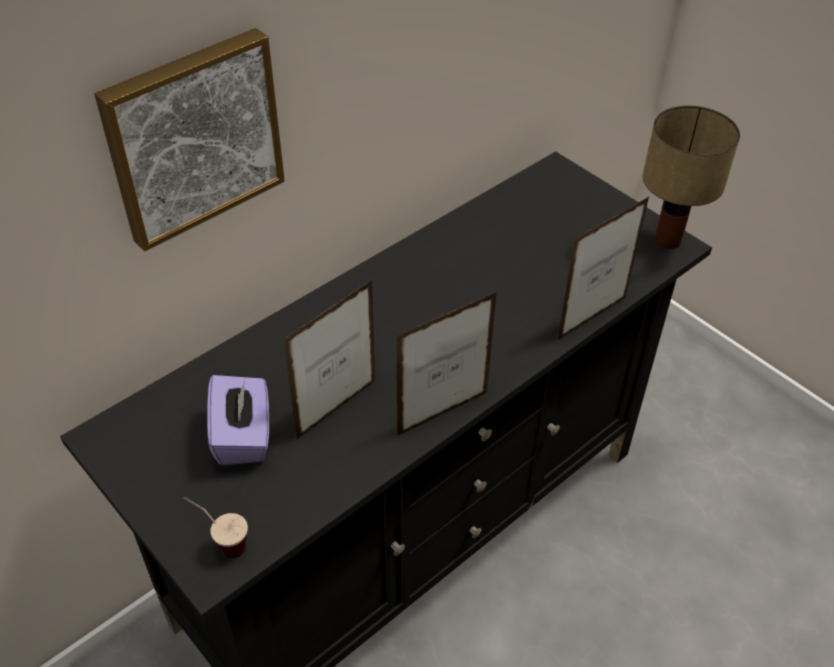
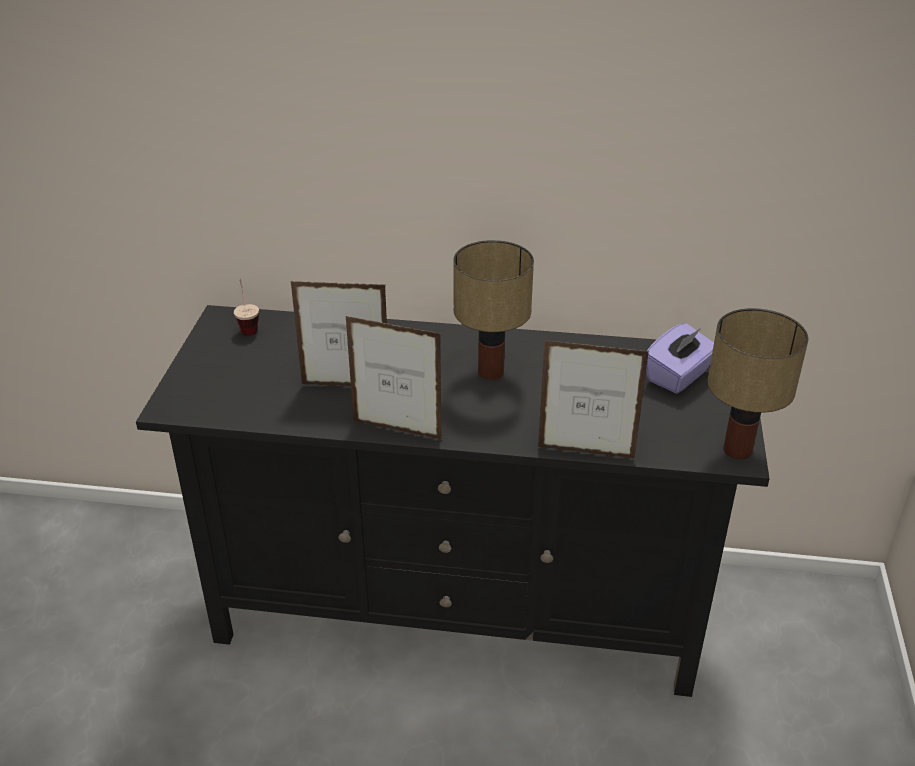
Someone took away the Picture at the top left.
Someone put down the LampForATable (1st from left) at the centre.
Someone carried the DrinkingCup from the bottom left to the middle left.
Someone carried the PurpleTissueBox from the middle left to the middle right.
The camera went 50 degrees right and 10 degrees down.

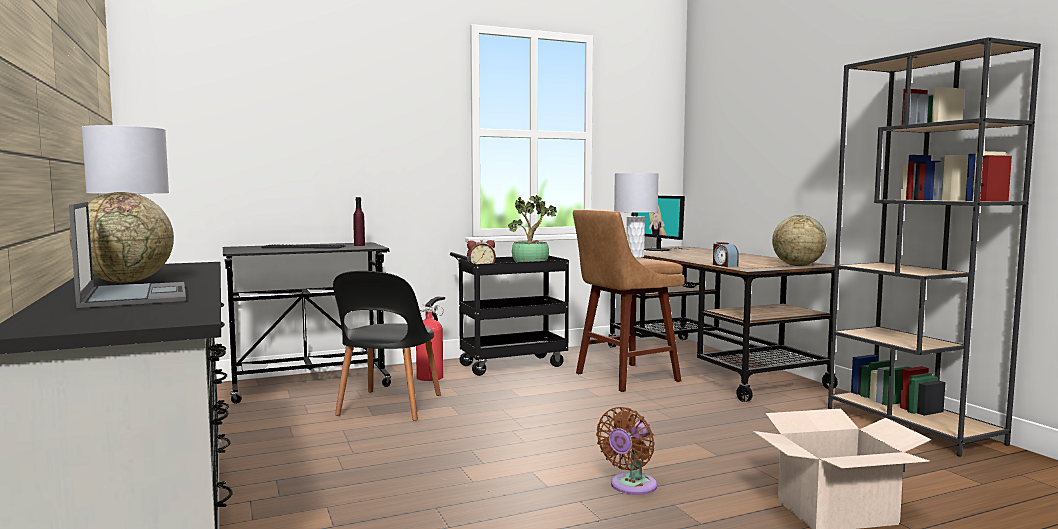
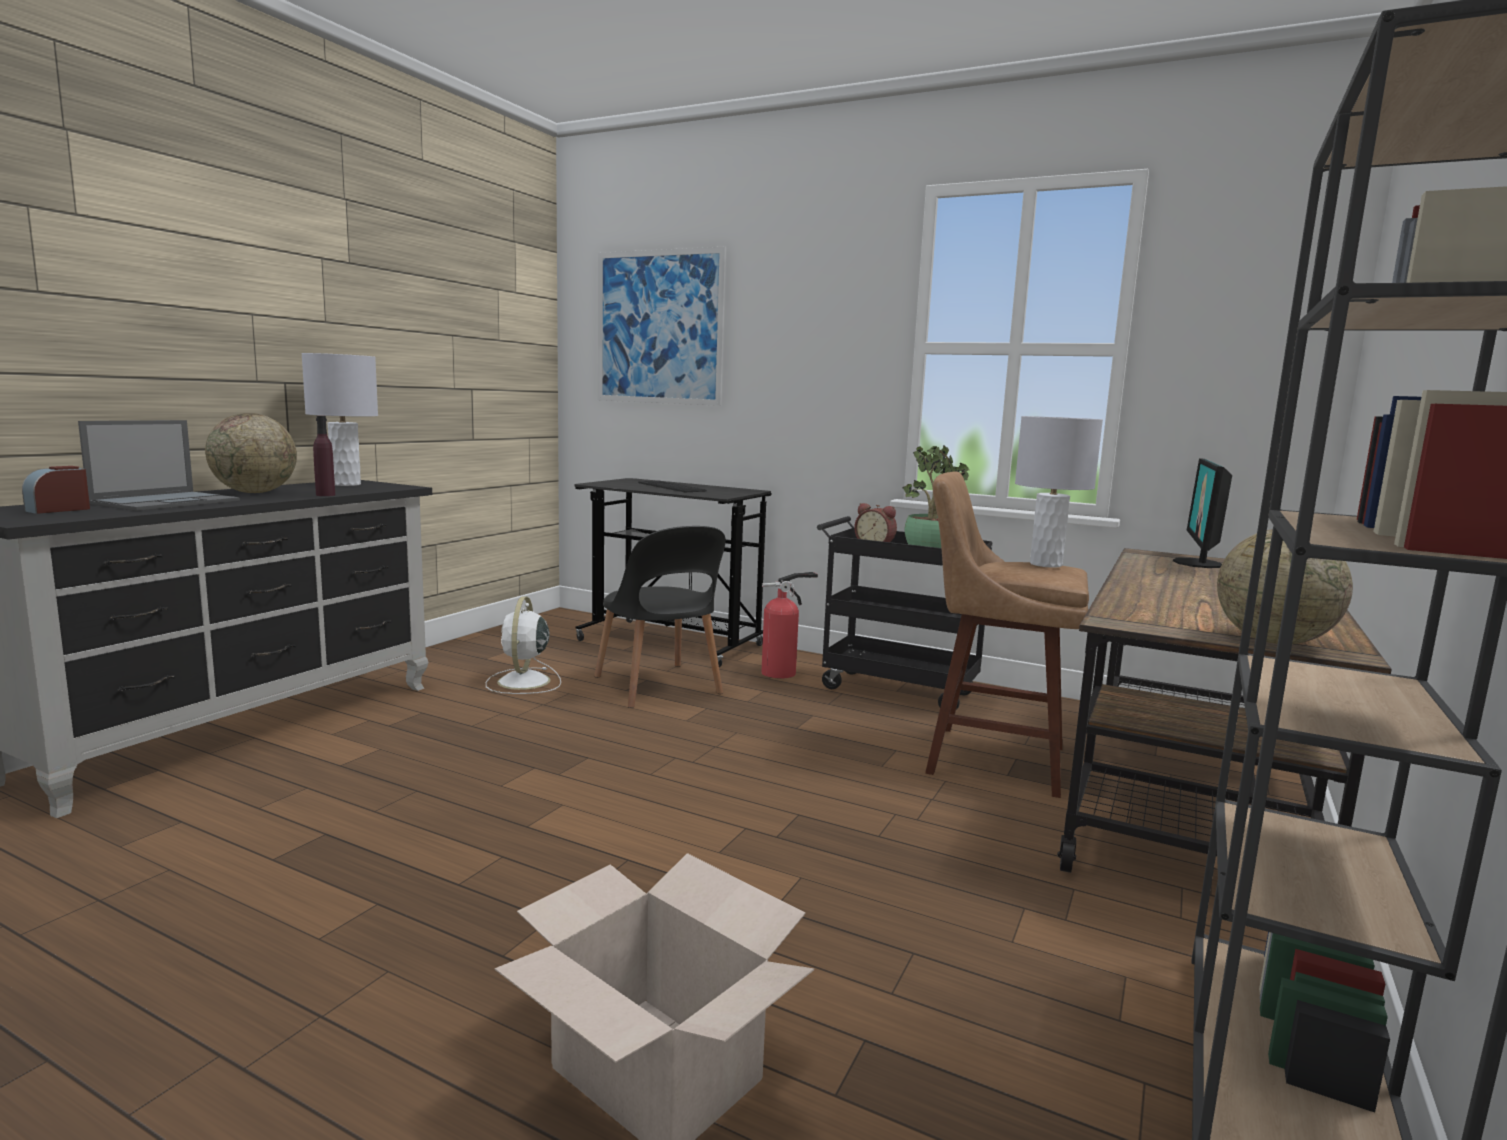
Someone took away the BrownFan at the bottom centre.
Someone put down the WhiteFan at the centre.
Someone put up the Picture at the top centre.
Someone carried the PurpleBeverageBottle from the centre to the middle left.
Someone carried the TableClock (2nd from left in the first image) from the middle right to the middle left.
Someone rotated the BlackUprightChair at the centre by 90 degrees counterclockwise.
The camera went 50 degrees right and 5 degrees up.

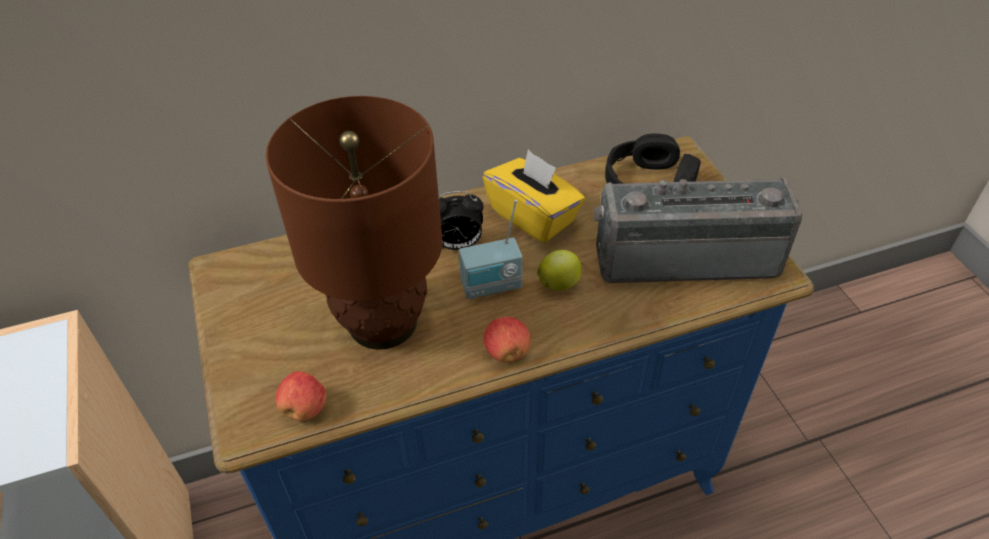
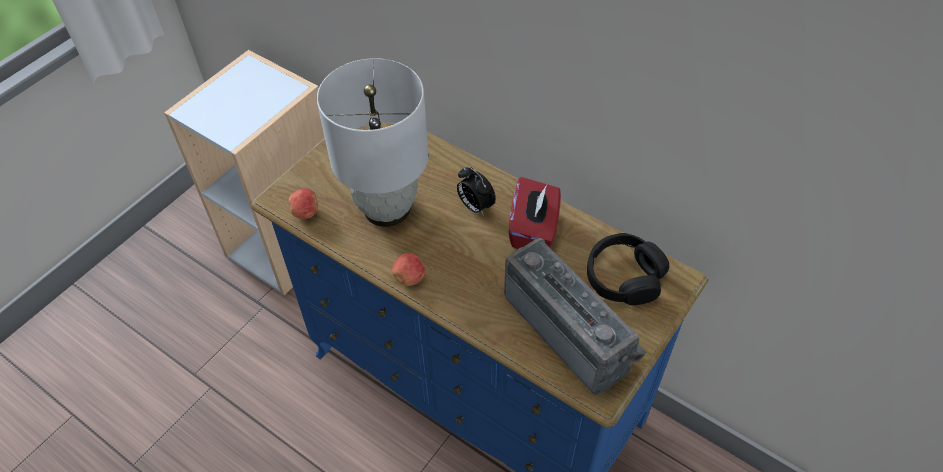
Someone took away the Radio (1st from left) at the centre.
Someone took away the AppleFruit (3rd from left) at the centre.
Someone repainted the BrownLampForATable at the centre, which became the WhiteLampForATable at the top centre.
Someone repainted the YellowTissueBox at the centre, which became the RedColouredTissueBox at the centre.
The camera went 55 degrees right and 5 degrees up.

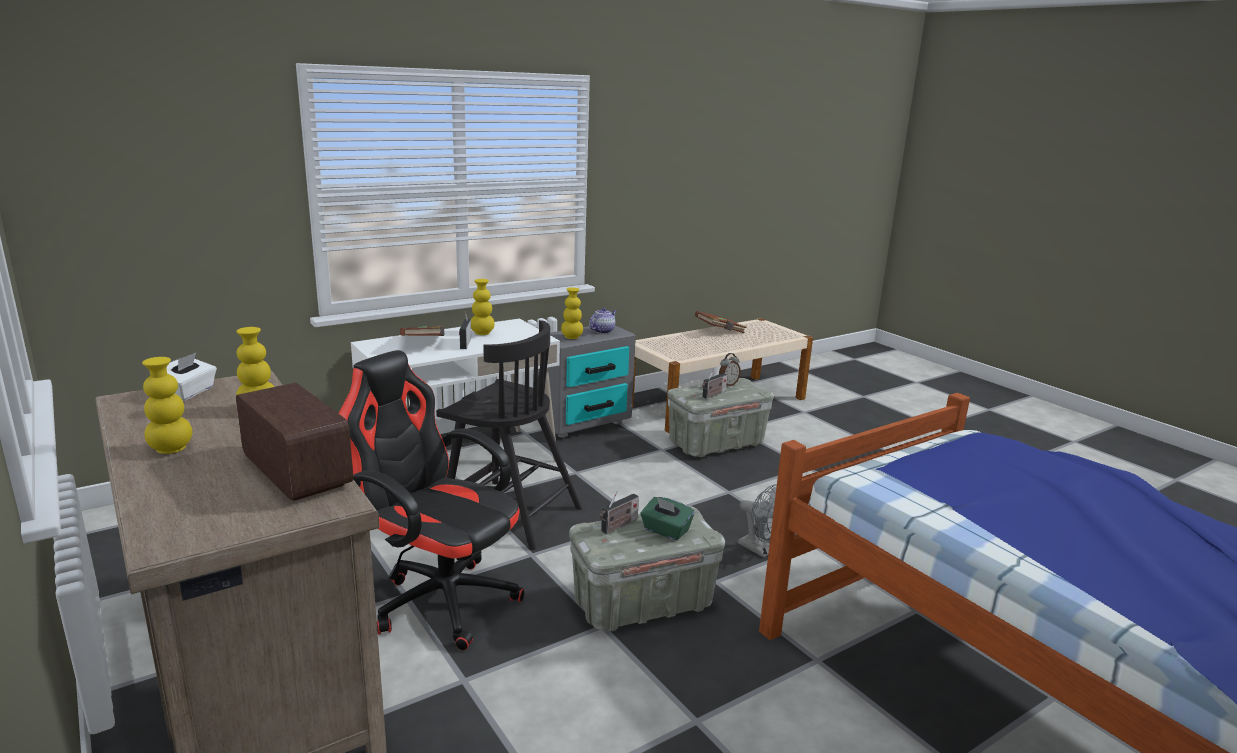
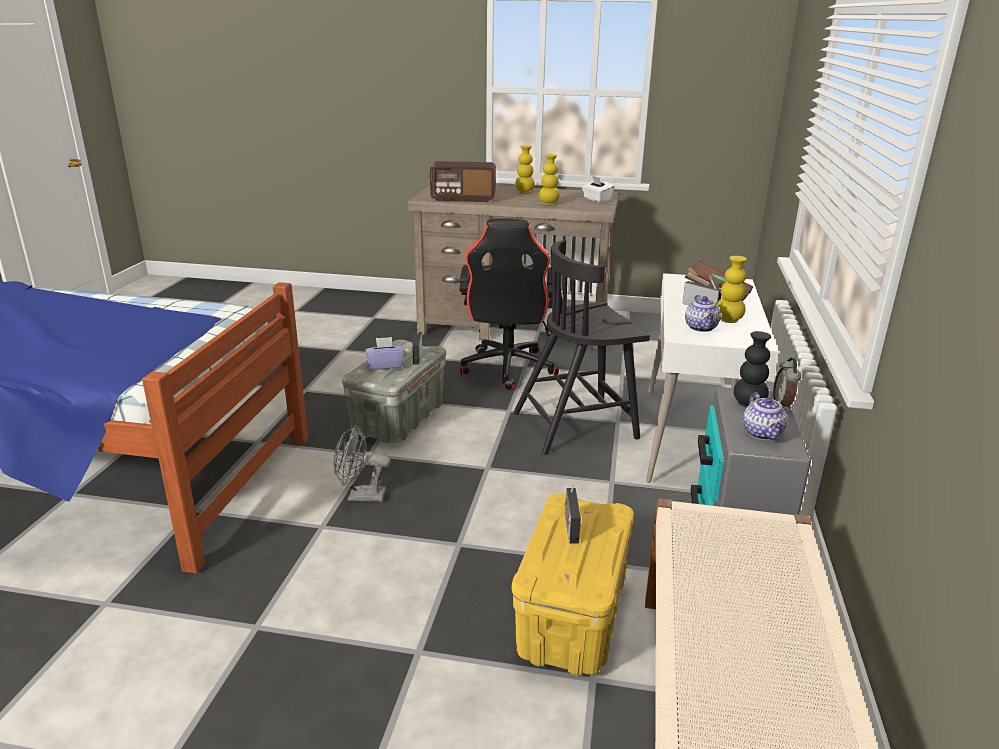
Someone took away the BrownBoundBook (2nd from left) at the centre.
Someone put down the PotForTea (1st from left) at the middle right.
Someone carried the TableClock from the centre to the middle right.
Someone repainted the YellowVase (4th from left) at the centre, which became the BlackVase at the middle right.
Someone repainted the GreenTissueBox at the bottom centre, which became the PurpleTissueBox at the centre.
Someone repainted the GreyishStorageContainer (2nd from left) at the centre, which became the YellowStorageContainer at the bottom centre.
Someone rotated the BlackOfficeChair at the centre by 105 degrees clockwise.
The camera went 135 degrees right and 5 degrees up.

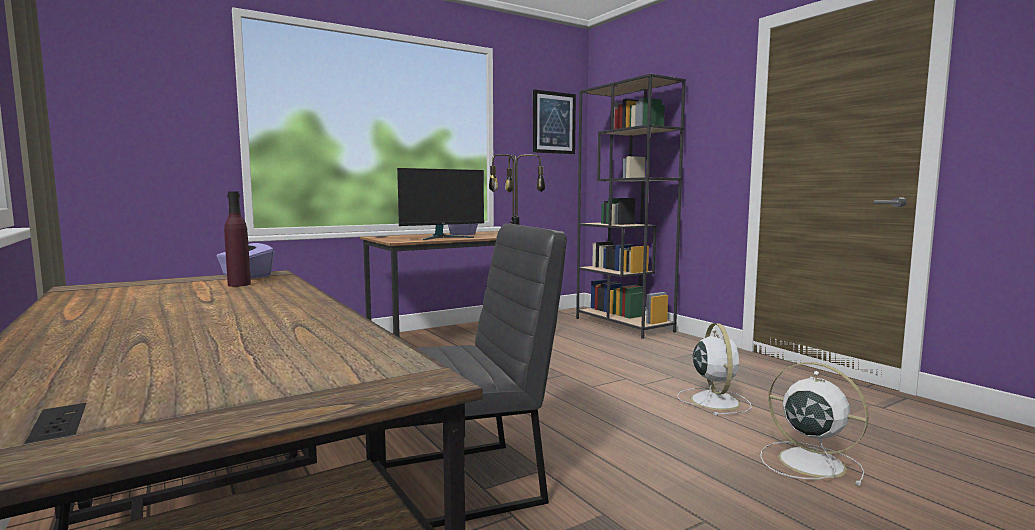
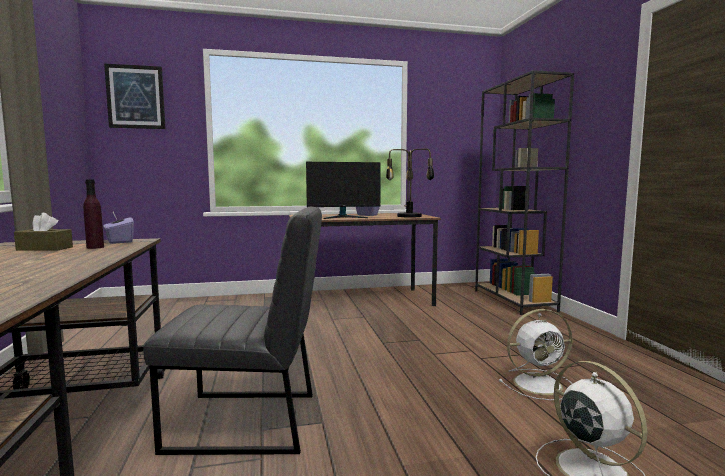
Someone put down the BrownTissueBox at the middle left.
Someone carried the Picture from the top centre to the top left.
Someone rotated the WhiteFan (1st from left) at the bottom right by 60 degrees clockwise.
The camera went 20 degrees right and 0 degrees up.

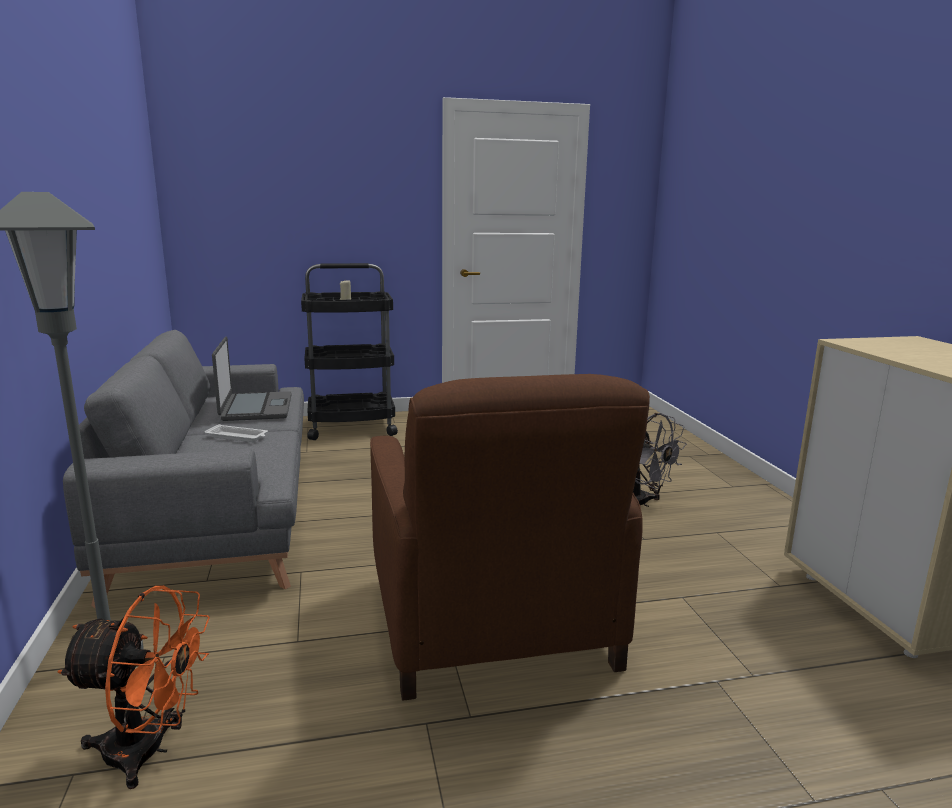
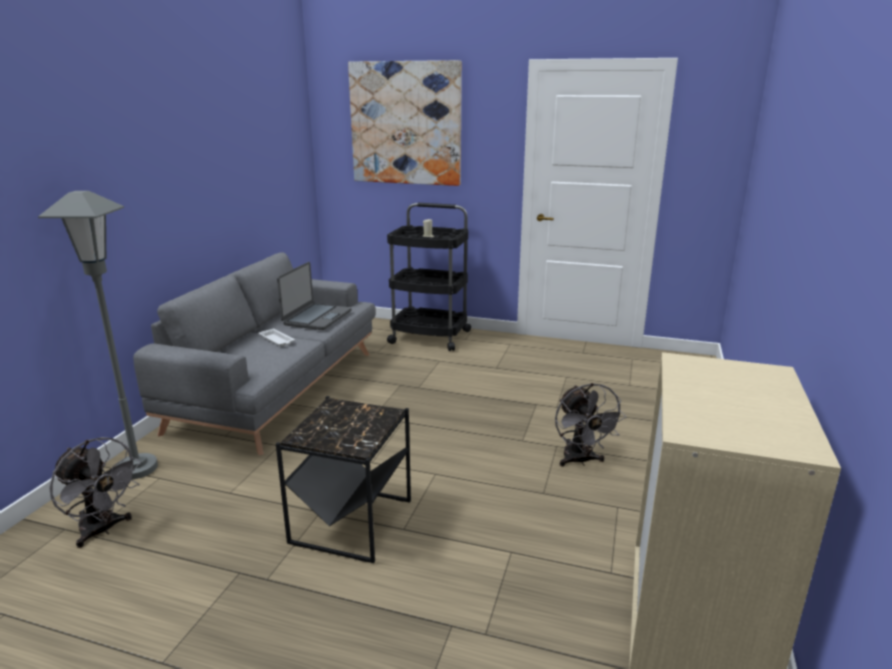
Someone put up the Picture at the top centre.
Someone swapped the BrownLoungeChair at the centre for the BlackEndTable at the bottom centre.
Someone repainted the OrangeyFan at the bottom left, which became the GreyishFan (1st from left) at the bottom left.
The camera went 30 degrees right and 5 degrees up.

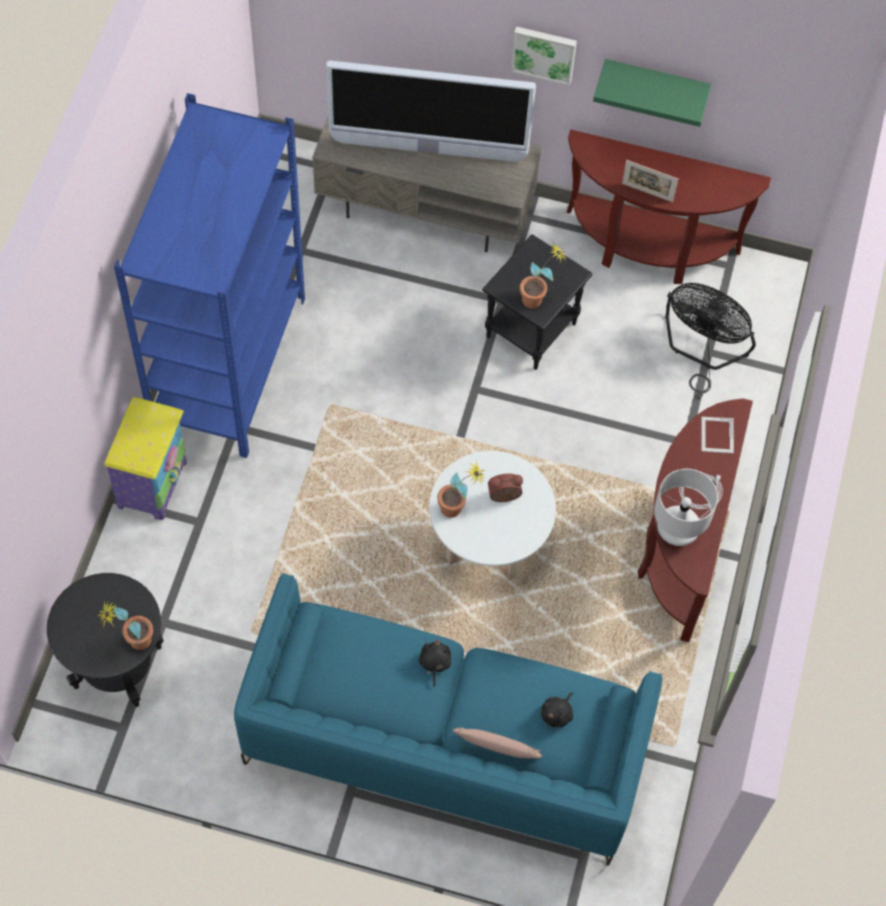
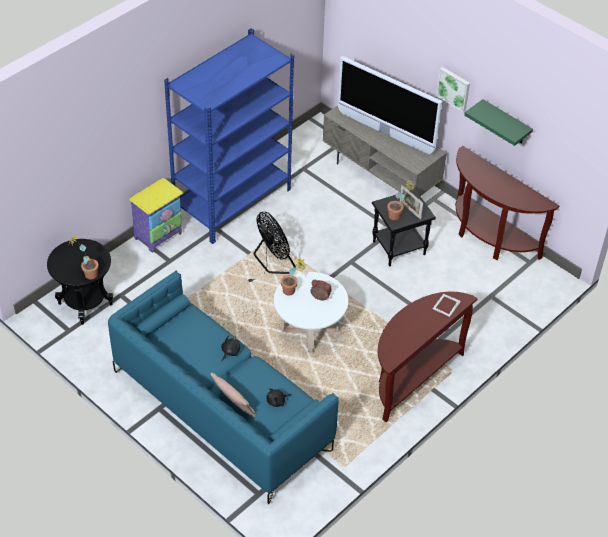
Someone took away the WhiteLampForATable at the middle right.
Someone carried the PictureFrame (1st from left) from the top right to the middle right.
Someone carried the BlackFan from the middle right to the centre.
The camera went 30 degrees right and 15 degrees down.

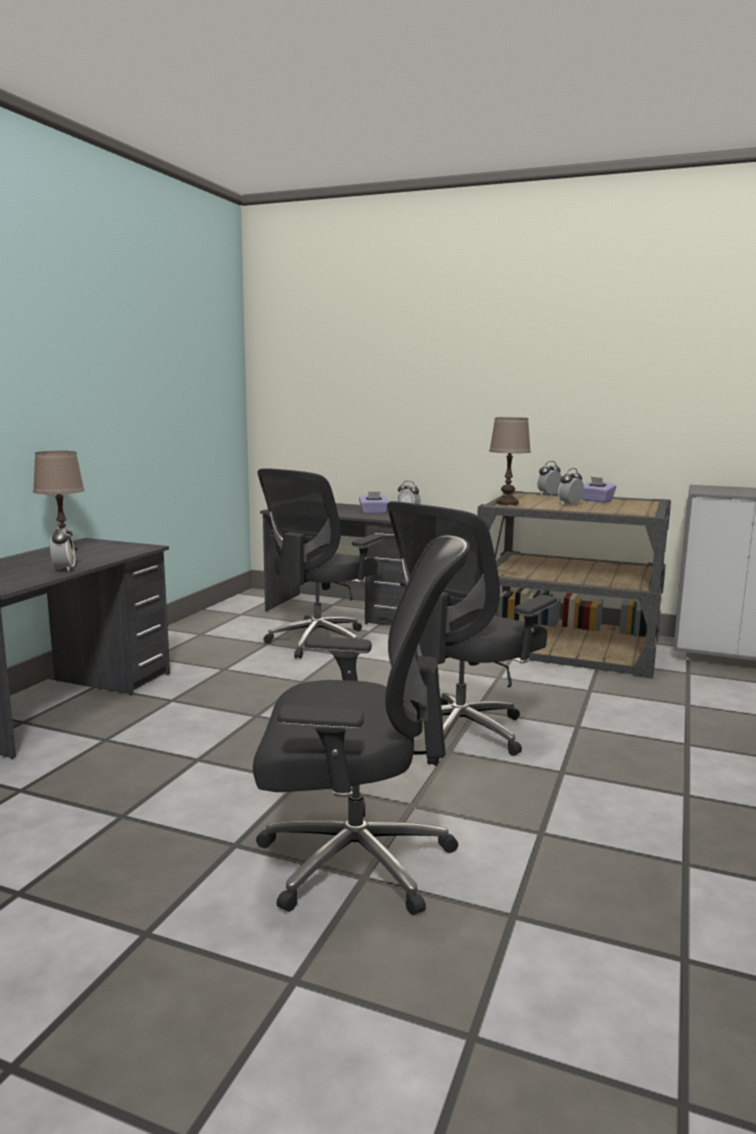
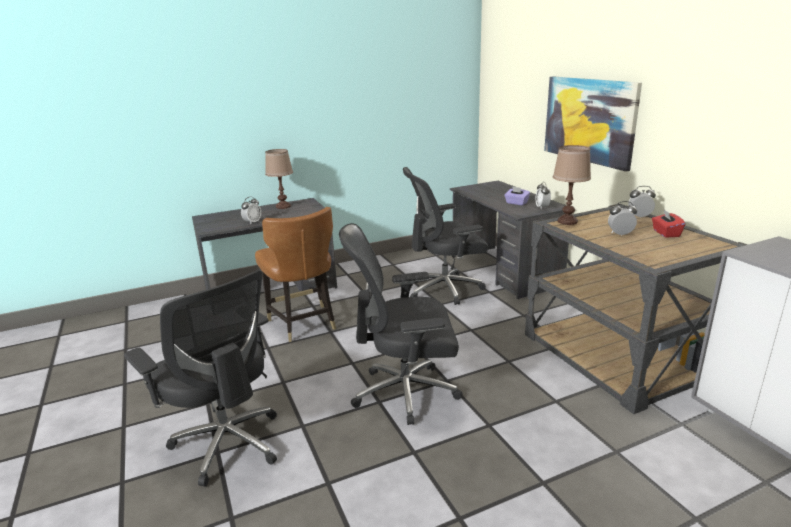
Someone put down the BrownUprightChair at the centre.
Someone put up the Picture at the top right.
Someone repainted the PurpleTissueBox (2nd from left) at the middle right, which became the RedColouredTissueBox at the middle right.
The camera went 45 degrees right and 10 degrees up.

